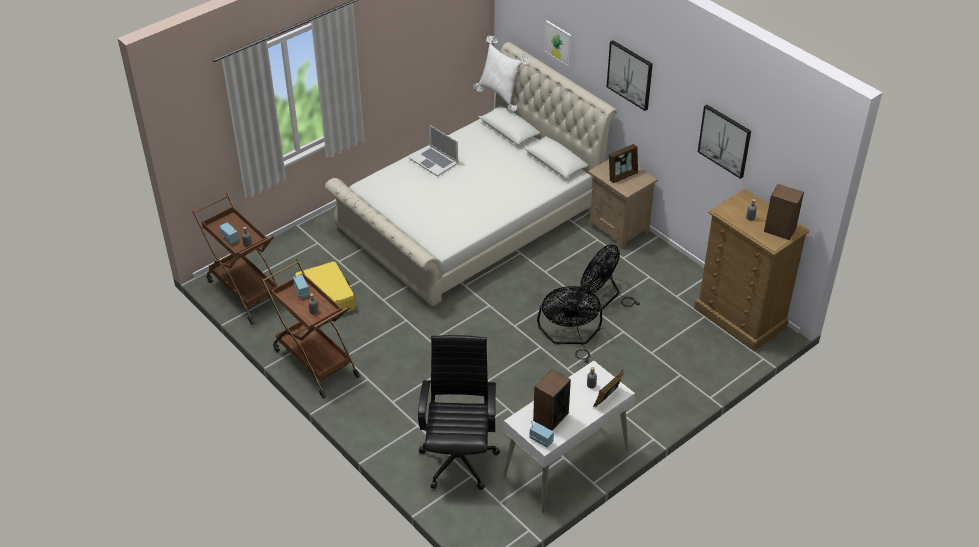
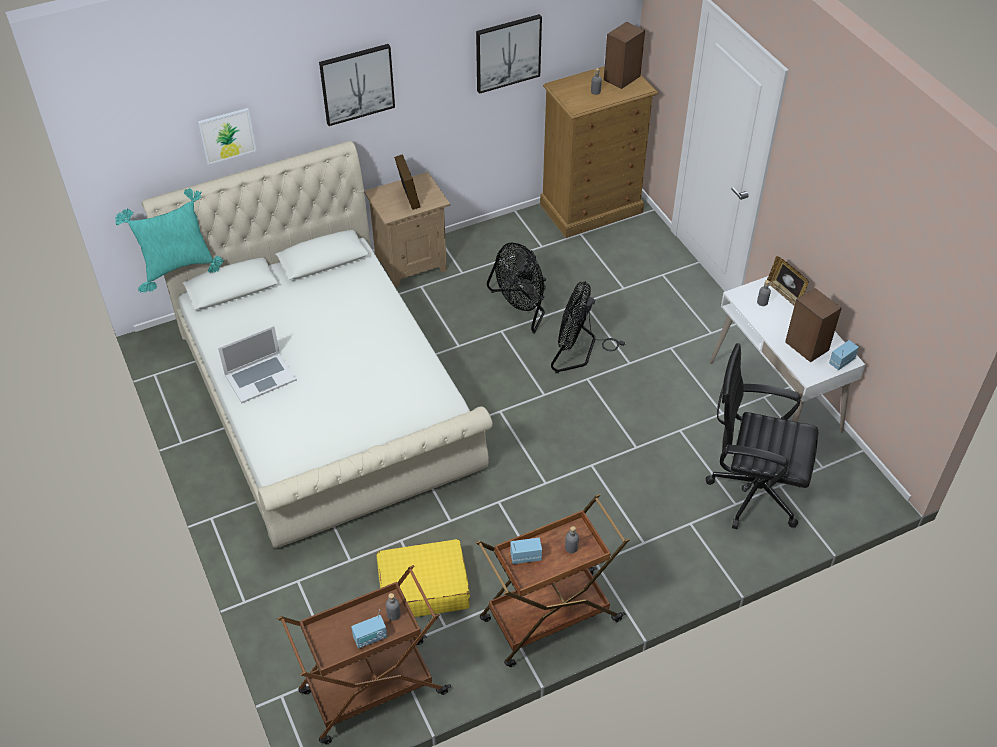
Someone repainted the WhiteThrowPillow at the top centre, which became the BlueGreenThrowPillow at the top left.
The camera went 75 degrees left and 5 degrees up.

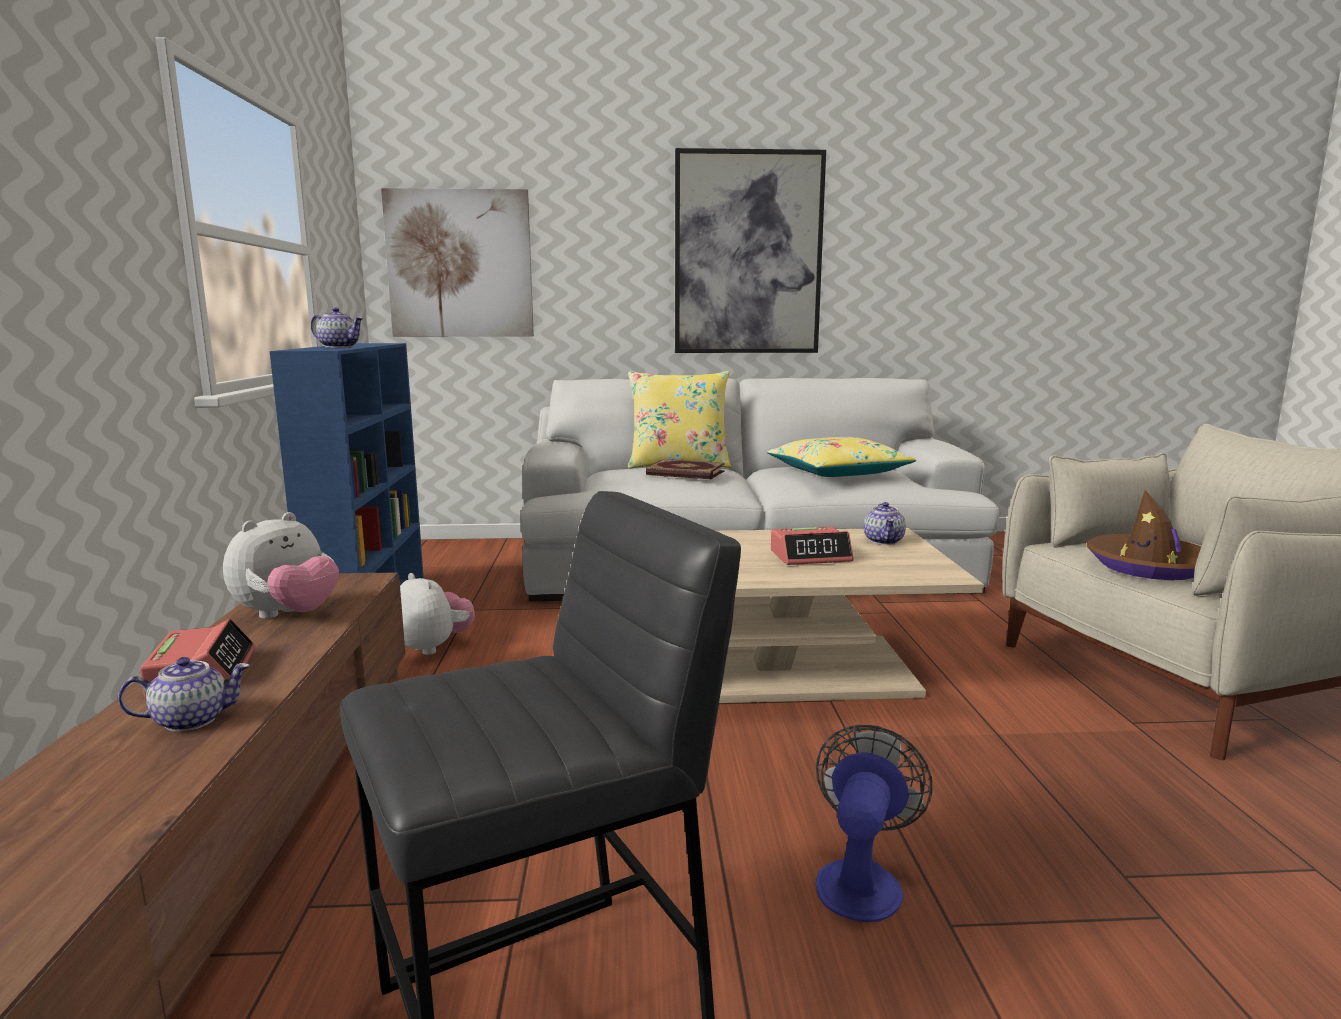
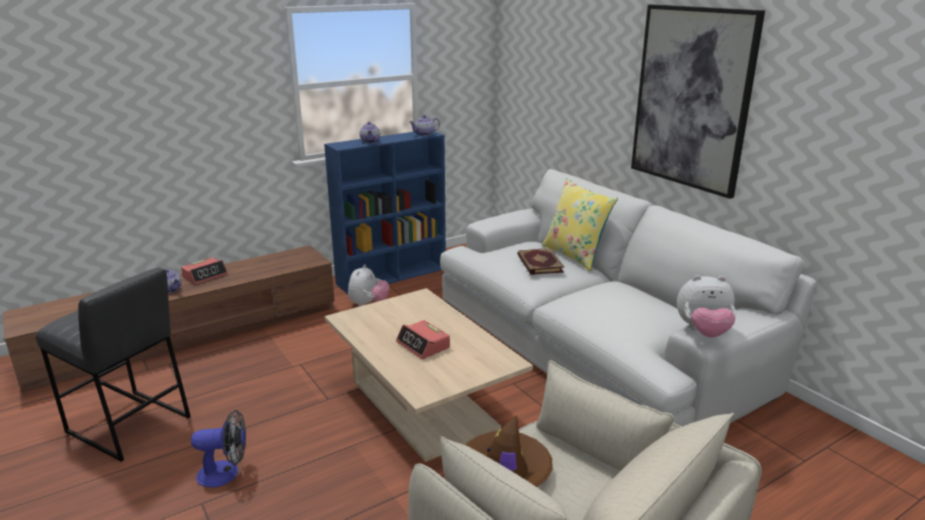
Someone took away the Picture (1st from left) at the top centre.
Someone took away the YellowThrowPillow (2nd from left) at the centre.
Someone carried the PlushToy (1st from left in the first image) from the middle left to the middle right.
Someone carried the PotForTea (3rd from left) from the centre to the top centre.
The camera went 60 degrees right and 10 degrees up.

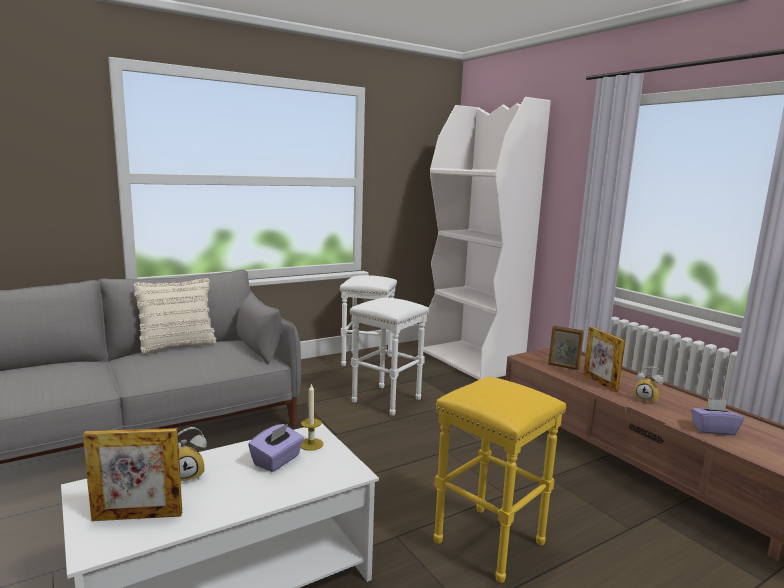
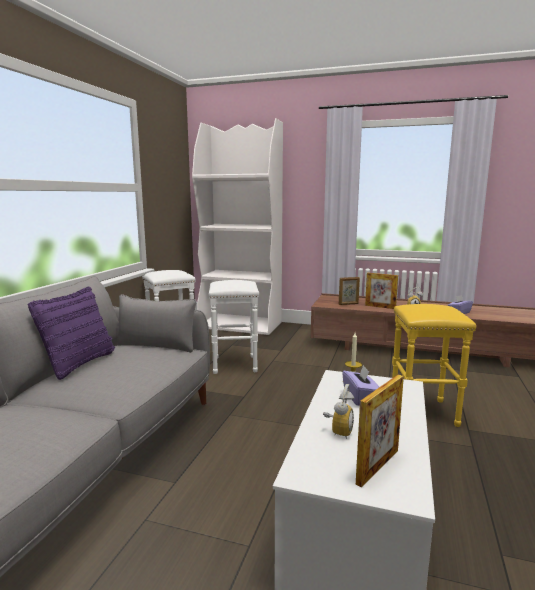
Someone repainted the BeigeColouredThrowPillow at the middle left, which became the PurpleThrowPillow at the middle left.
The camera went 40 degrees left and 0 degrees up.

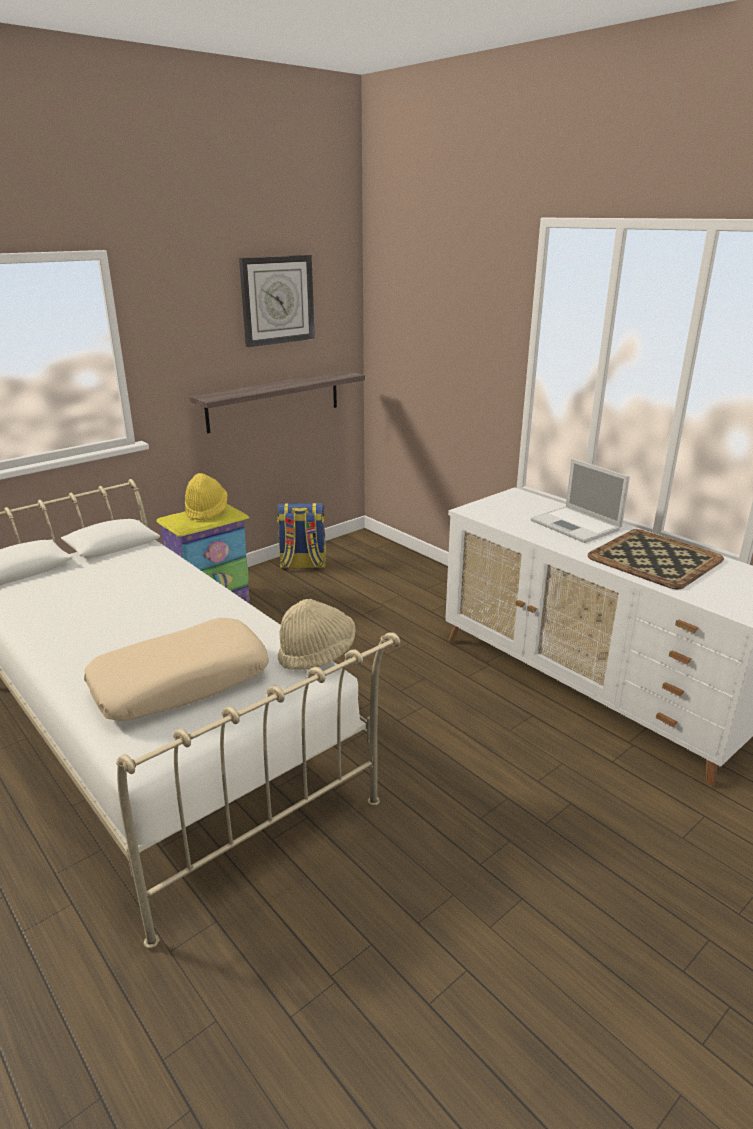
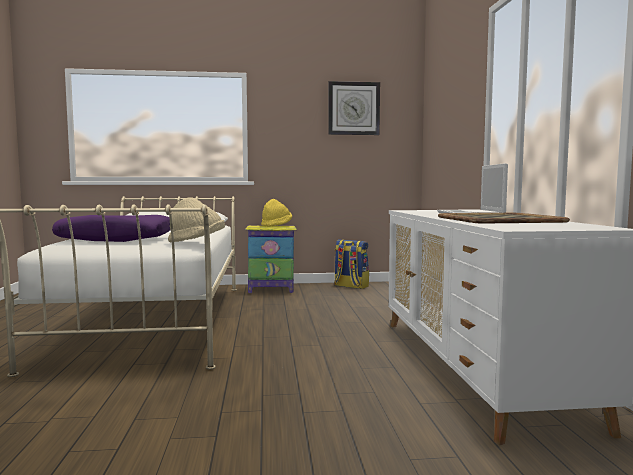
Someone took away the Shelf at the centre.
Someone repainted the BeigeColouredThrowPillow at the middle left, which became the PurpleThrowPillow at the middle left.
The camera went 35 degrees right and 20 degrees down.

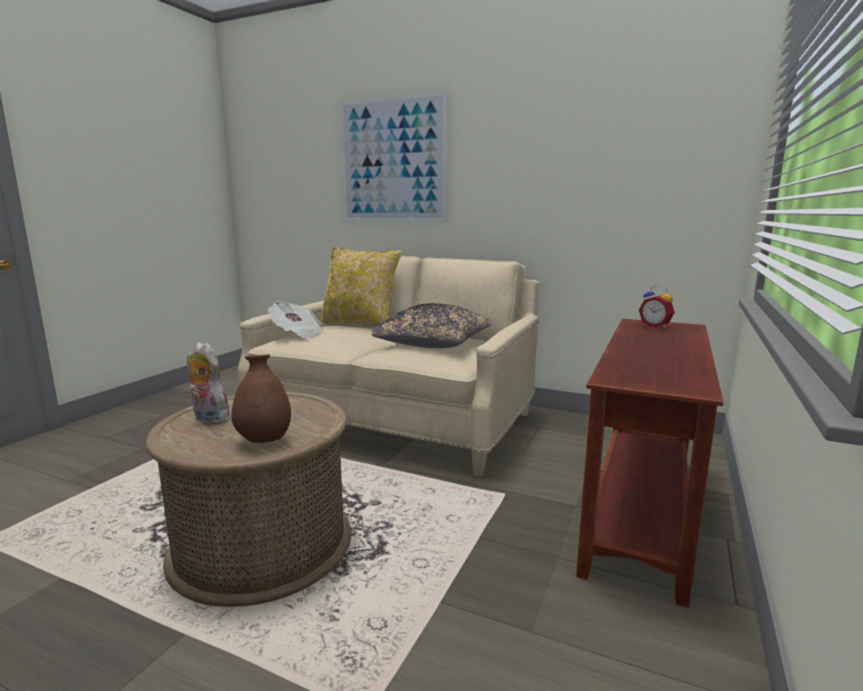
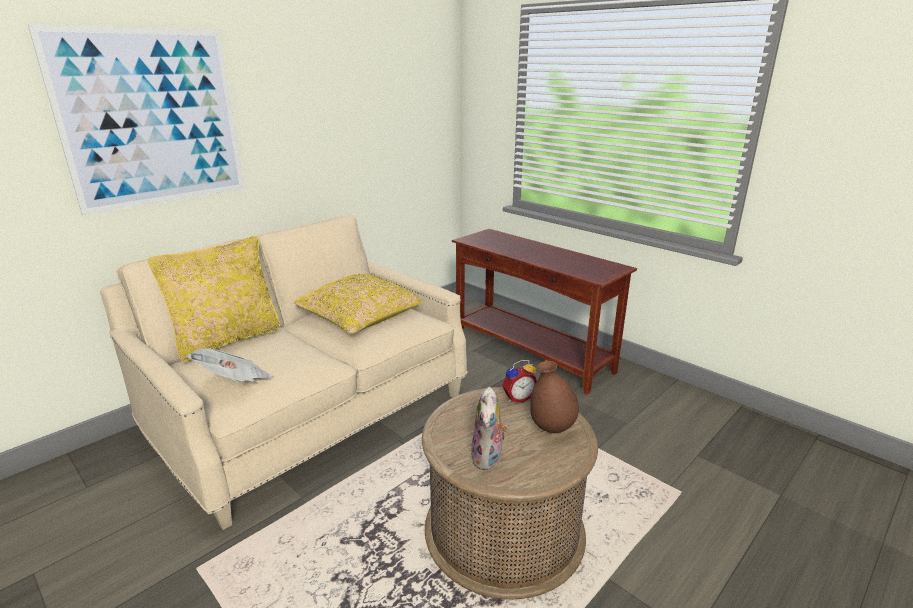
Someone carried the TableClock from the middle right to the centre.
Someone repainted the GreyishThrowPillow at the centre, which became the YellowThrowPillow (2nd from left) at the centre.
Someone rotated the PlushToy at the middle left by 45 degrees counterclockwise.
The camera went 70 degrees left and 10 degrees up.

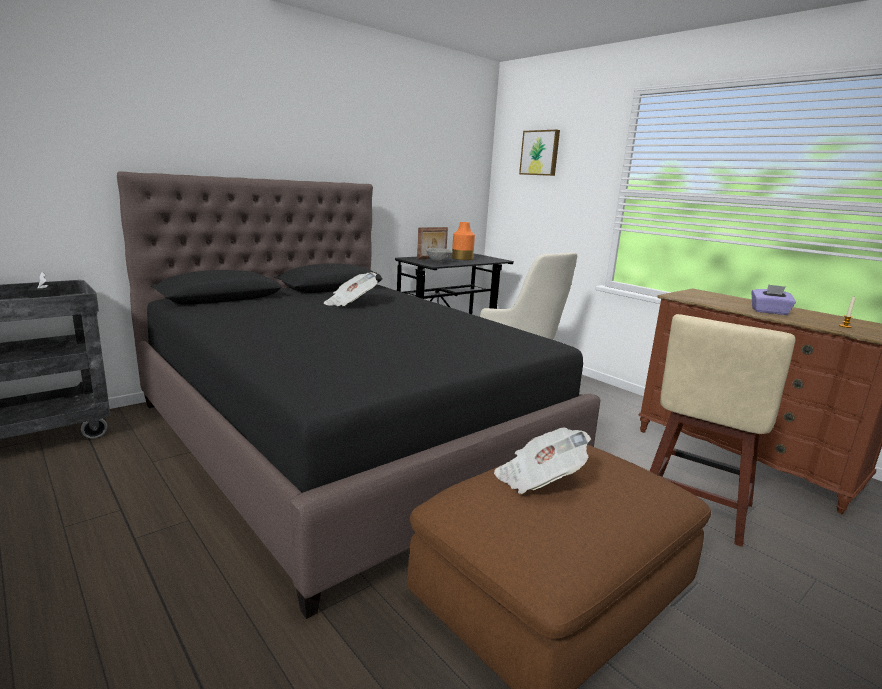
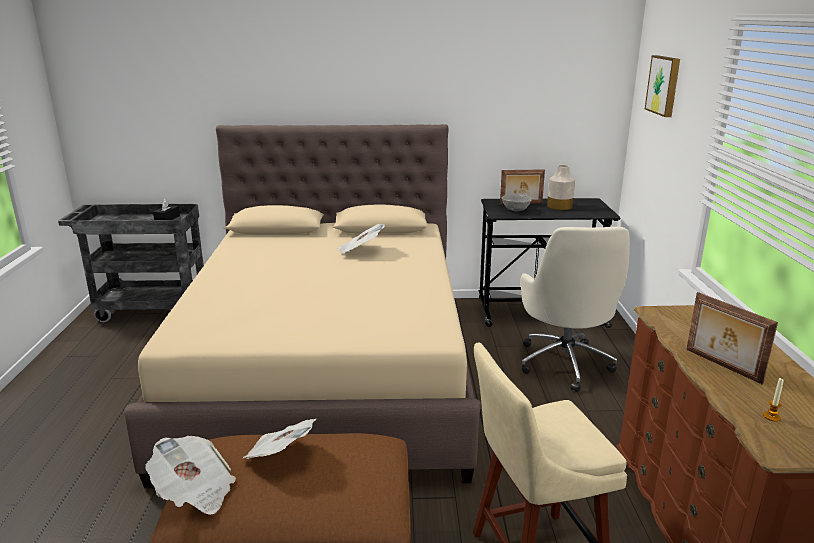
Someone put down the DailyPaper (1st from left) at the bottom left.
Someone swapped the PurpleTissueBox at the middle right for the PictureFrame (2nd from left) at the middle right.
Someone repainted the BlackBedroomBed at the centre, which became the BeigeColouredBedroomBed at the centre.
Someone repainted the OrangeyVase at the centre, which became the BeigeColouredVase at the middle right.
The camera went 40 degrees right and 5 degrees up.

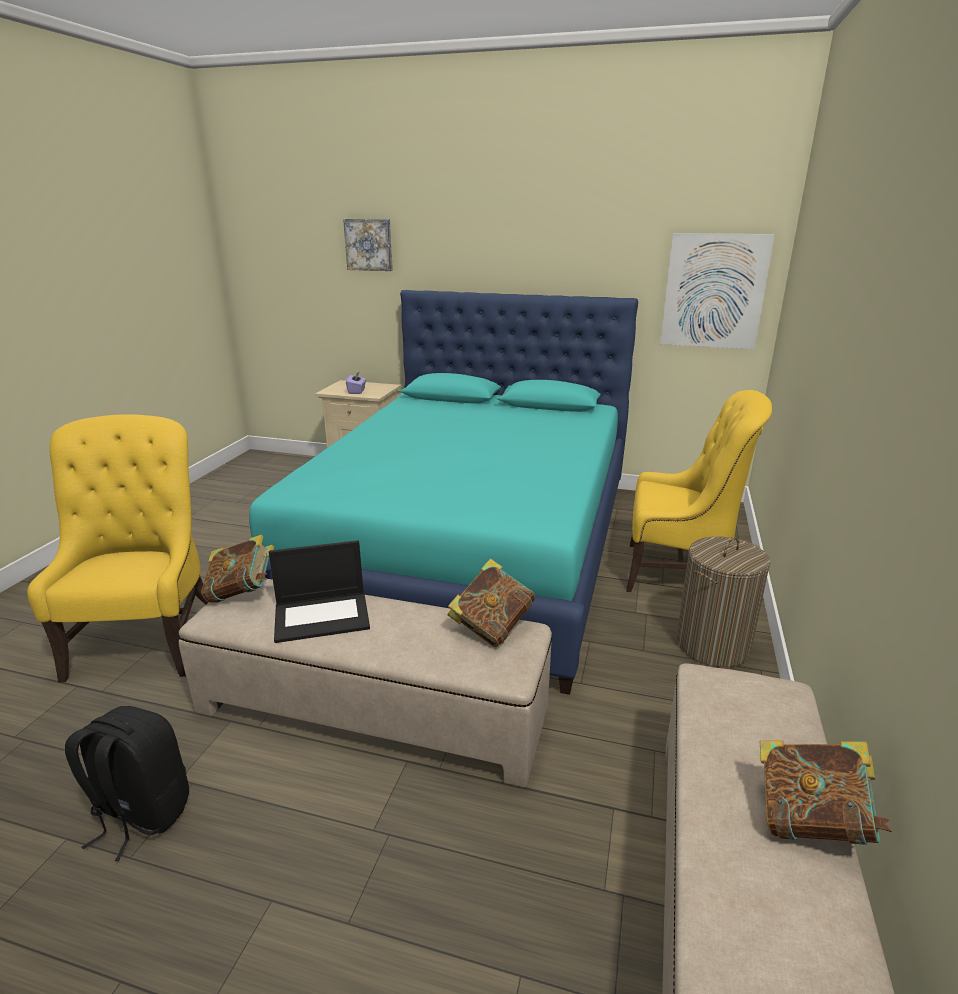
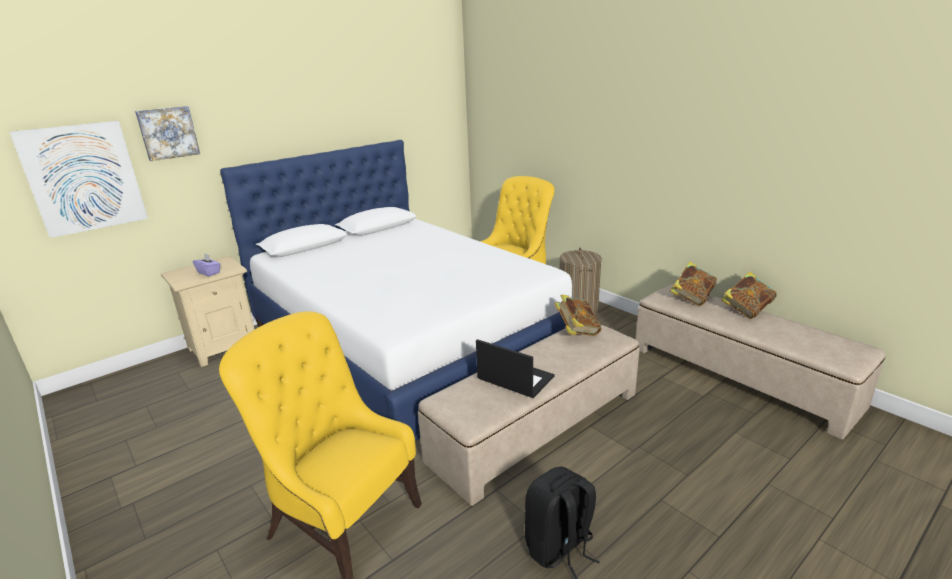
Someone carried the BoundBook (1st from left in the first image) from the middle left to the middle right.
Someone carried the Picture (2nd from left in the first image) from the top right to the top left.
Someone repainted the BlueGreenBedroomBed at the centre, which became the WhiteBedroomBed at the centre.
Someone rotated the PortableComputer at the middle left by 75 degrees counterclockwise.
The camera went 55 degrees left and 0 degrees up.

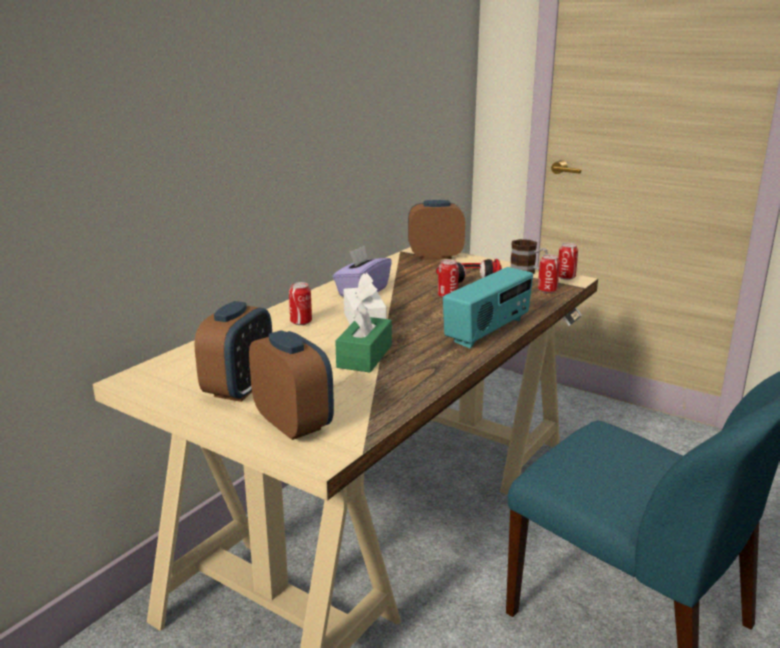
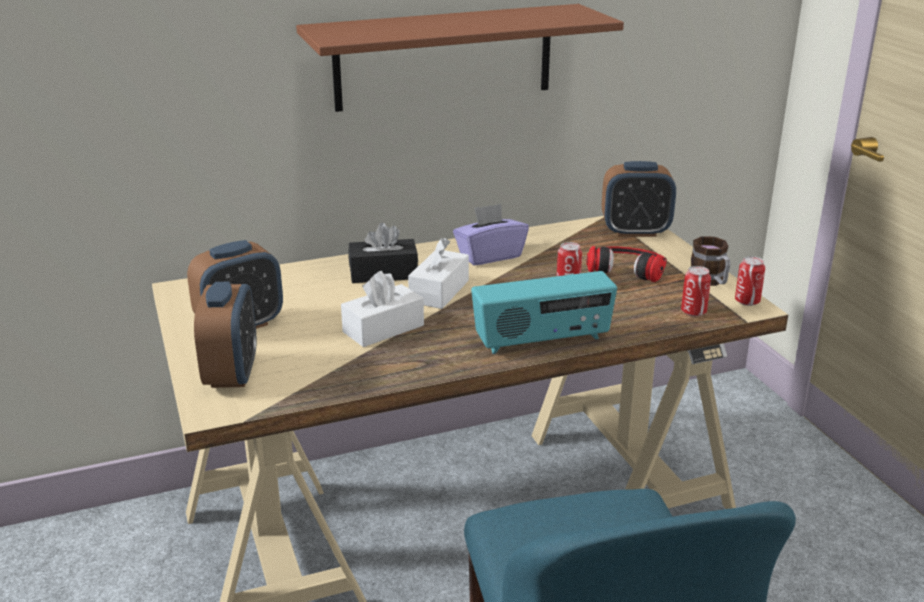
Someone put up the BrownShelf at the top centre.
Someone swapped the SealedCan (1st from left) at the centre for the BlackTissueBox at the centre.
Someone repainted the GreenTissueBox at the centre, which became the WhiteTissueBox (1st from left) at the centre.
Someone rotated the TableClock (3rd from left) at the centre by 150 degrees clockwise.
The camera went 35 degrees right and 5 degrees up.

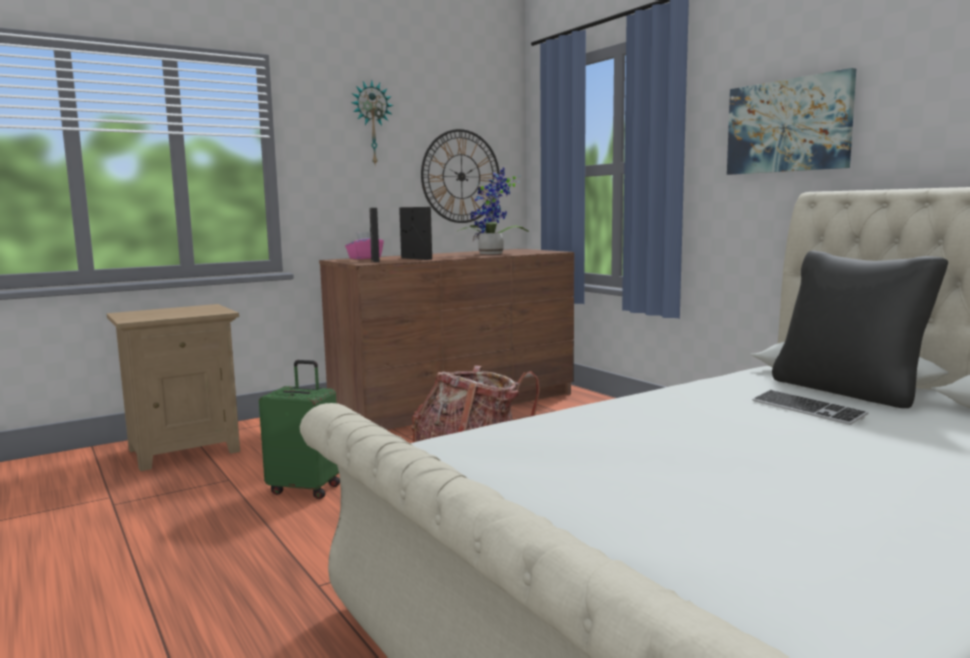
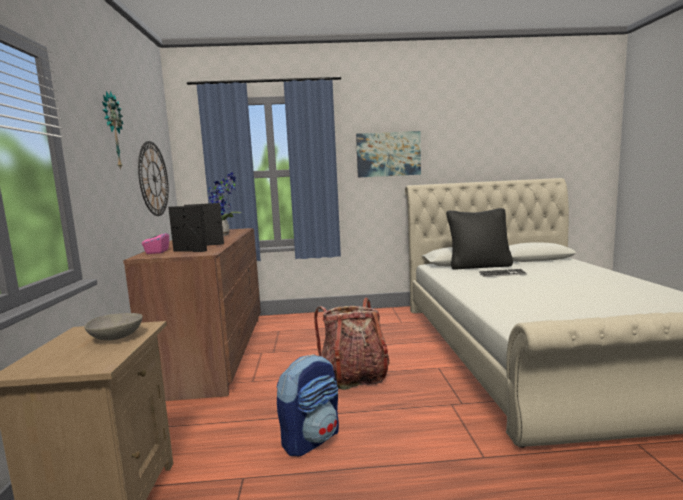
Someone put down the GreyishServingBowl at the middle left.
Someone swapped the GreenPieceOfLuggage at the middle left for the Knapsack (1st from left) at the bottom centre.
The camera went 60 degrees left and 0 degrees up.

